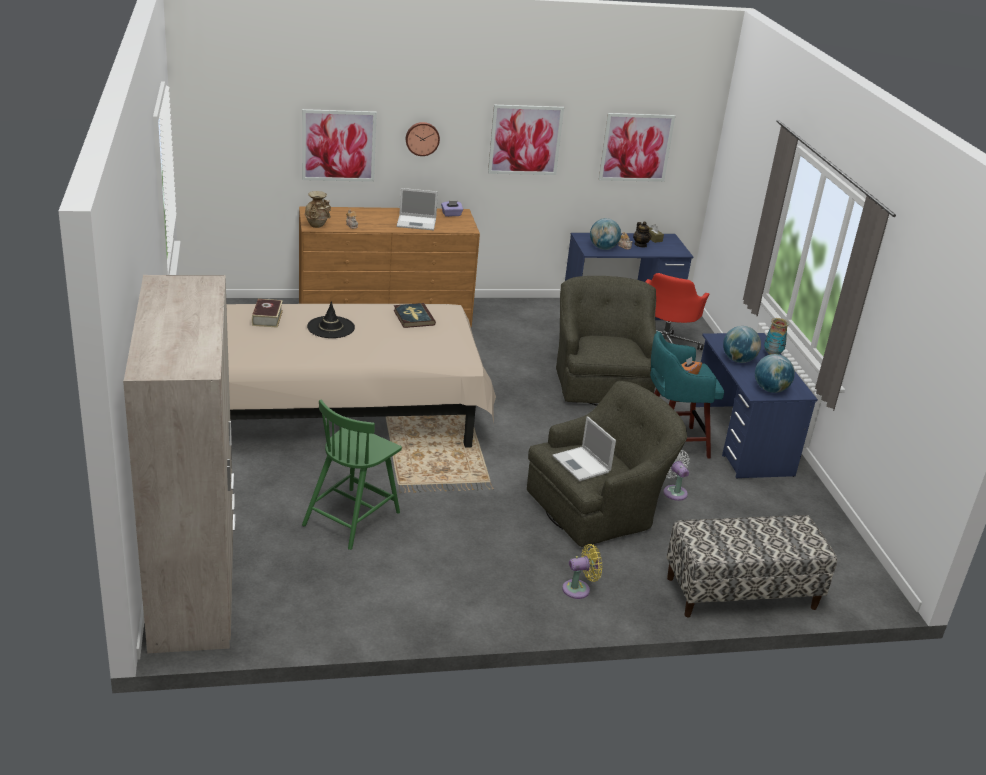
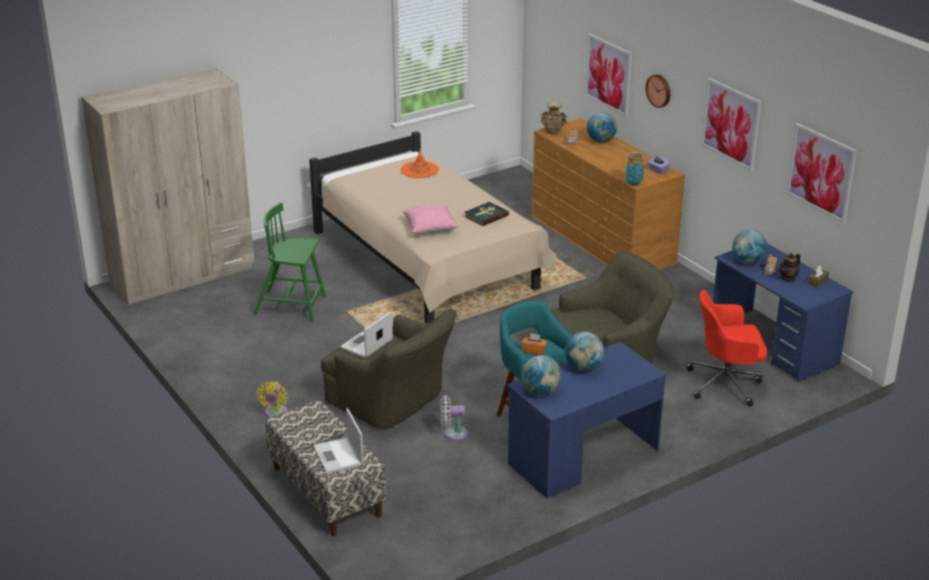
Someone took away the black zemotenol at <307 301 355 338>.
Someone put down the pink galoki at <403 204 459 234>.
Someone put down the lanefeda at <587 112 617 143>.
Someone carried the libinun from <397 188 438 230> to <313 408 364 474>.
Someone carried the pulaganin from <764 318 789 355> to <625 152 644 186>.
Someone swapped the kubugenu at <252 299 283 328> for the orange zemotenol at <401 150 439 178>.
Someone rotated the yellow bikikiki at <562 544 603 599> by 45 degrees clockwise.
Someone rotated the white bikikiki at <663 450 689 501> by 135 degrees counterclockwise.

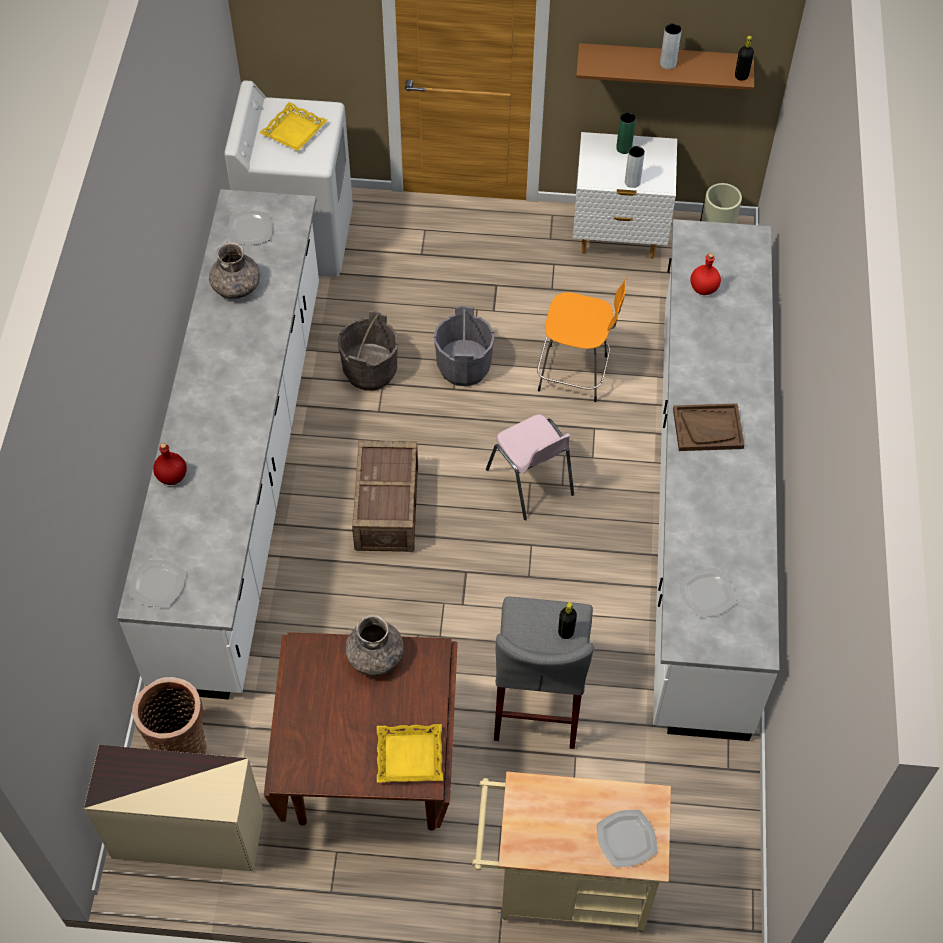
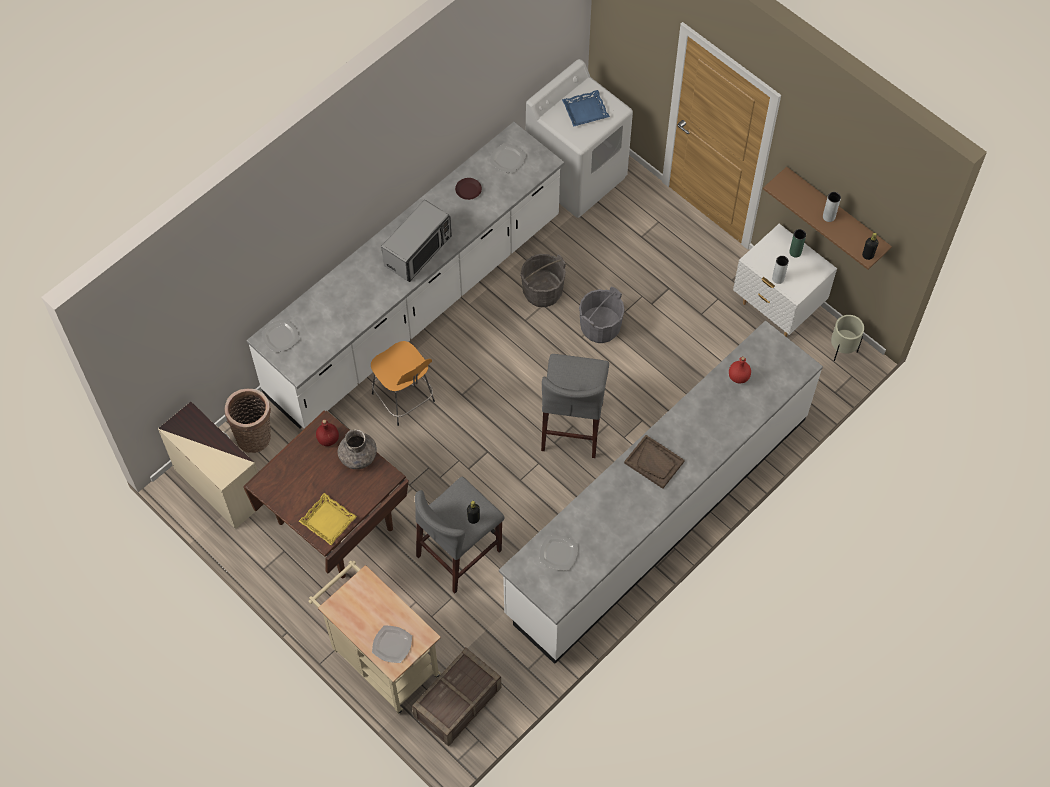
Someone put down the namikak at <381 200 452 282>.
Someone carried the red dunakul from <153 443 187 485> to <316 420 339 446>.
Someone carried the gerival from <352 440 418 552> to <412 648 502 747>.
Someone carried the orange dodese from <537 277 627 402> to <371 341 435 426>.
Someone swapped the grey pulaganin at <209 242 260 299> for the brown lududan at <455 178 482 200>.
Someone swapped the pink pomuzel at <486 414 574 520> for the grey dodese at <541 354 609 458>.
Someone repainted the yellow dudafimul at <259 102 327 151>, which became the blue dudafimul at <562 90 610 127>.

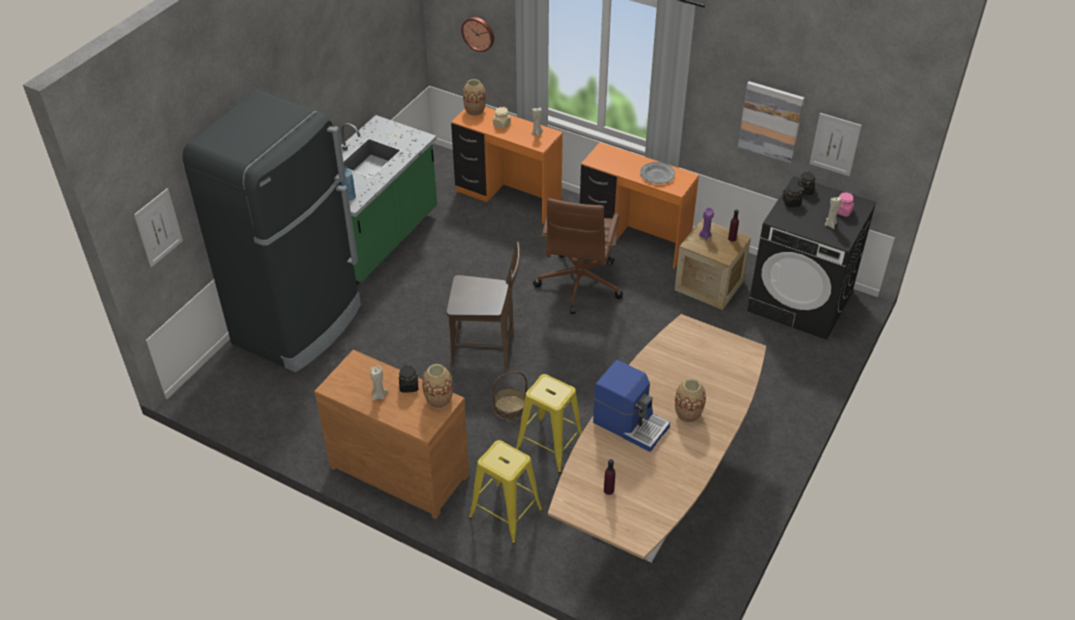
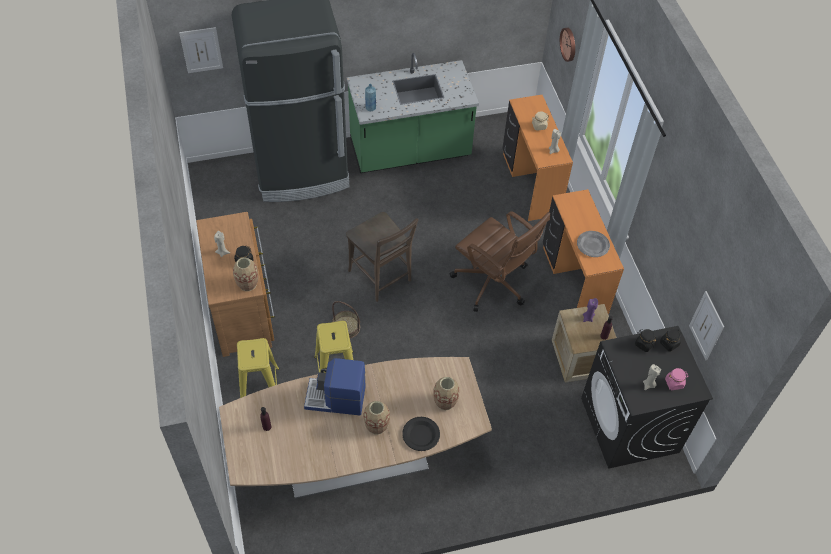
Someone took away the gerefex at <738 81 804 163>.
Someone put down the black lududan at <402 417 440 451>.
Someone carried the pulaganin from <463 79 486 116> to <433 377 459 410>.
Someone rotated the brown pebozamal at <533 198 623 314> by 105 degrees counterclockwise.
Someone rotated the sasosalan at <593 360 670 452> by 105 degrees clockwise.

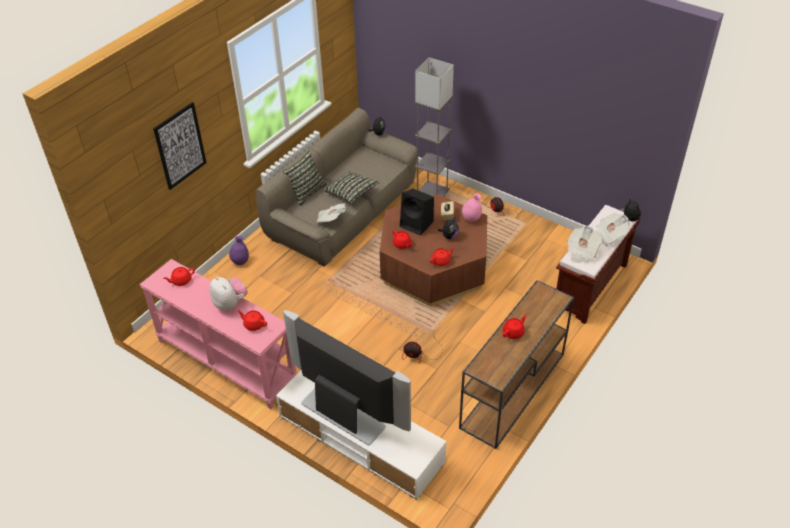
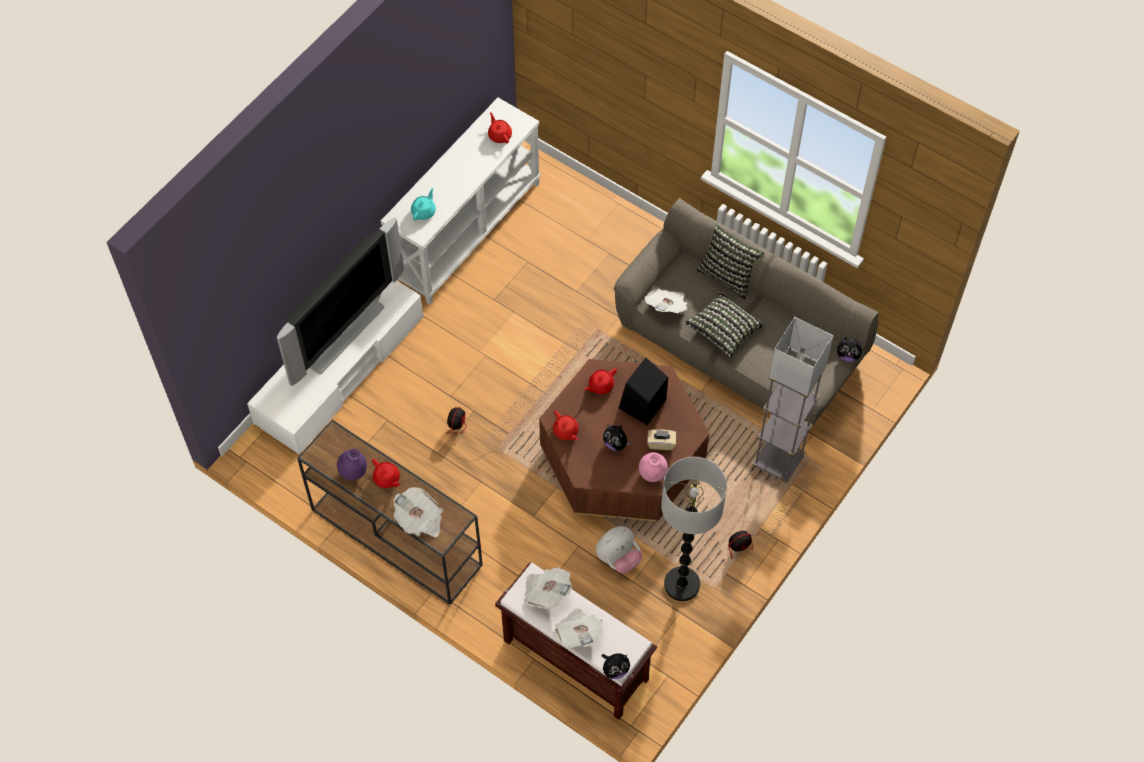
Someone took away the gerefex at <153 102 207 190>.
Someone put down the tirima at <394 487 443 537>.
Someone put down the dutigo at <661 457 727 601>.
Someone carried the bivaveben from <209 276 248 311> to <596 526 642 573>.
Someone carried the purple pulaganin from <229 236 249 265> to <337 448 367 481>.
Someone repainted the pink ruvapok at <140 259 298 409>, which became the white ruvapok at <380 98 541 304>.
Someone repainted the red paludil at <237 310 267 331>, which became the turquoise paludil at <411 188 436 221>.

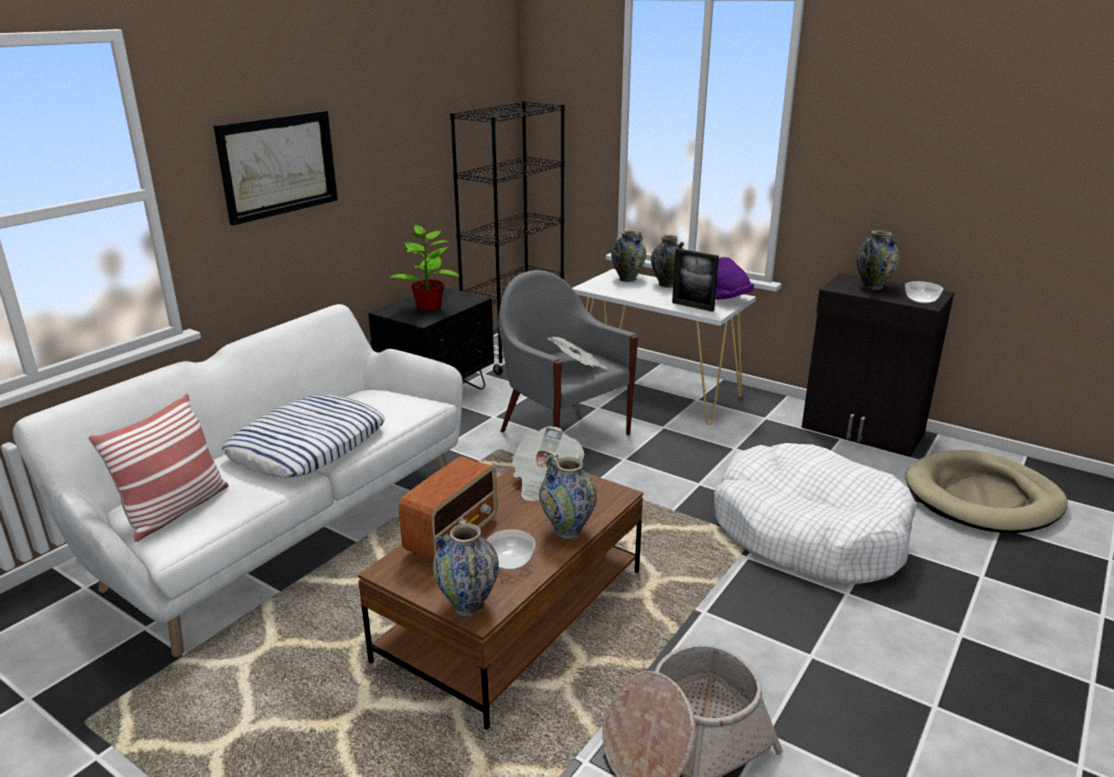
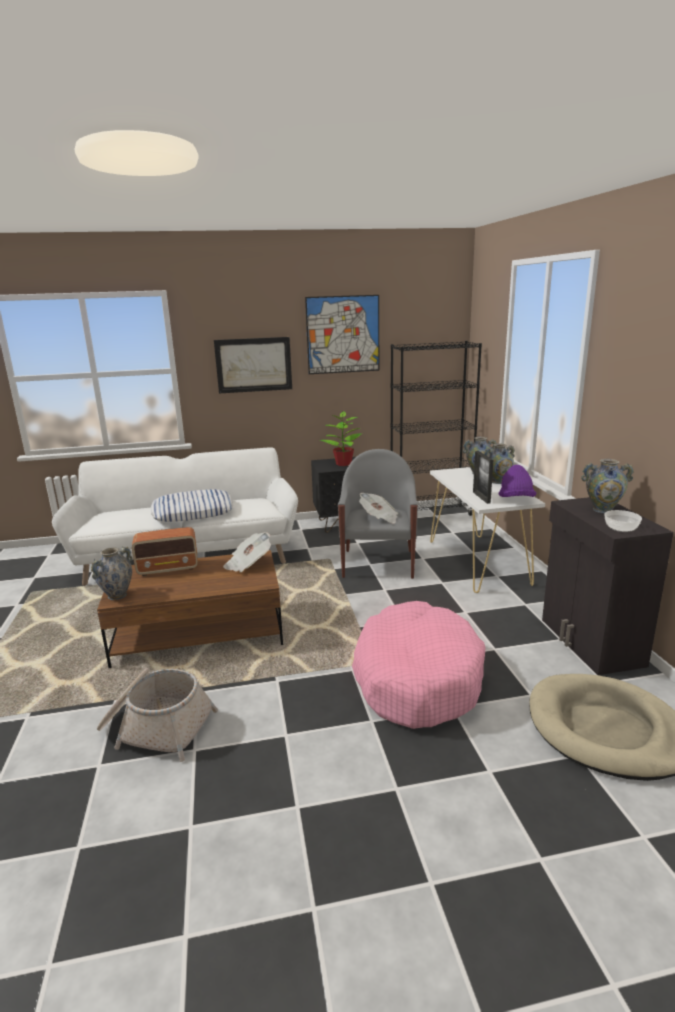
Someone took away the galoki at <88 394 229 542>.
Someone took away the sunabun at <487 530 535 570>.
Someone took away the pulaganin at <539 455 597 539>.
Someone put up the gerefex at <305 295 379 374>.
Someone repainted the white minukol at <714 443 917 586>, which became the pink minukol at <352 601 486 729>.

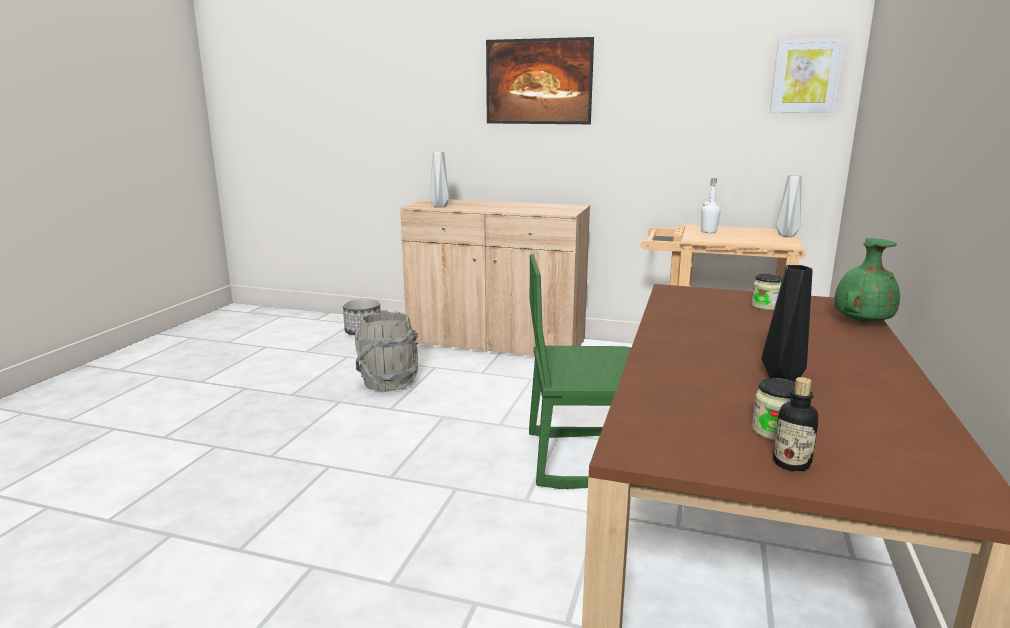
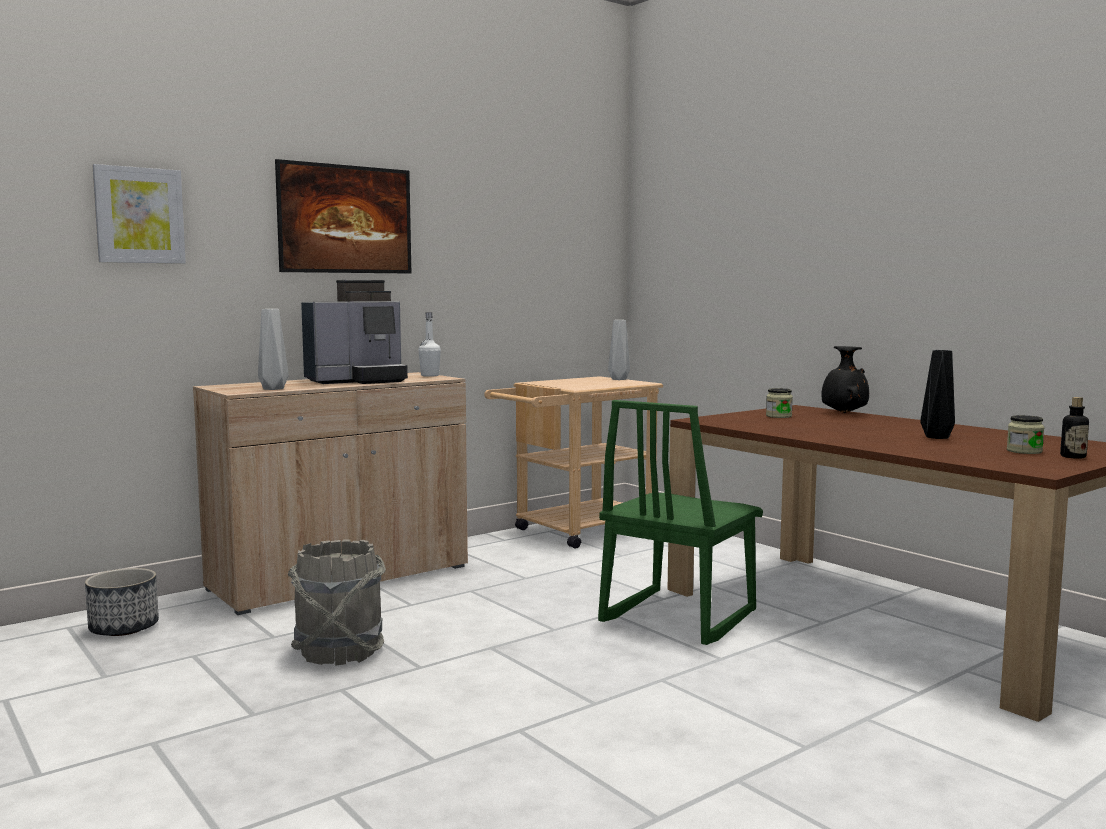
Someone put down the sasosalan at <301 280 408 384>.
Someone carried the white dunakul from <701 178 721 233> to <419 312 441 377>.
Someone carried the gerefex from <770 38 846 113> to <92 164 186 264>.
Someone repainted the green pulaganin at <834 238 900 323>, which became the black pulaganin at <822 346 869 413>.

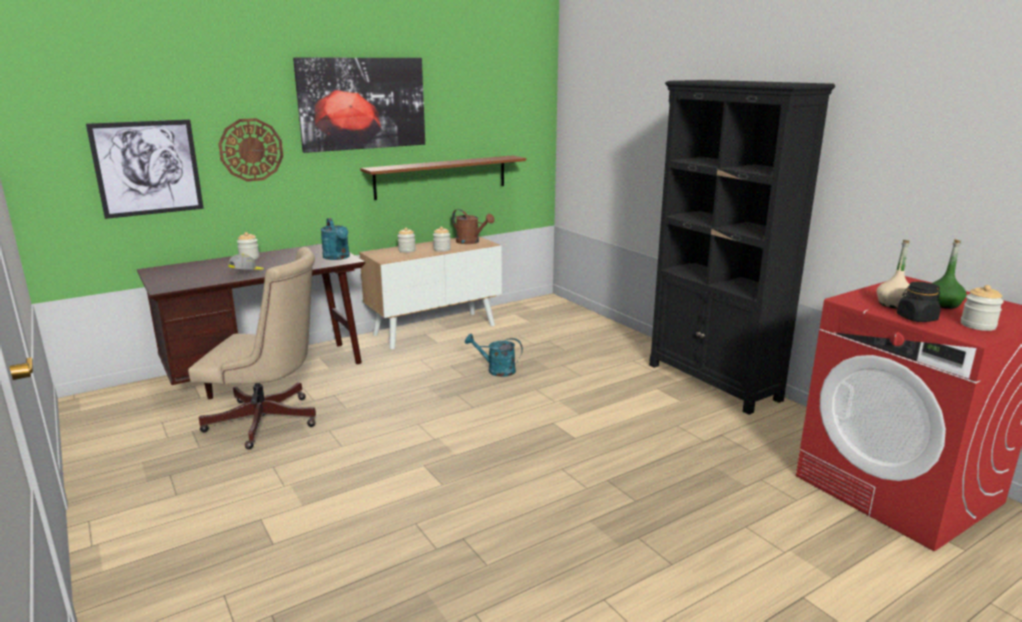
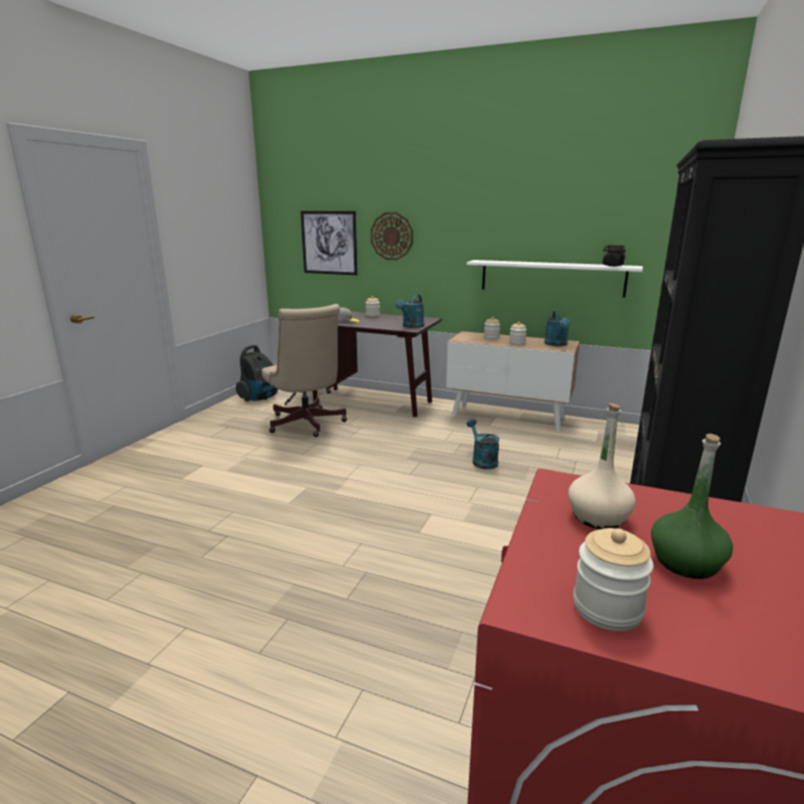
Someone took away the gerefex at <293 58 425 153>.
Someone put down the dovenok at <236 345 278 401>.
Someone carried the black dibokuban from <897 282 941 322> to <602 245 626 266>.
Someone repainted the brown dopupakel at <360 155 526 200>, which became the white dopupakel at <467 260 643 297>.
Someone repainted the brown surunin at <452 209 494 244>, which became the turquoise surunin at <544 311 570 346>.

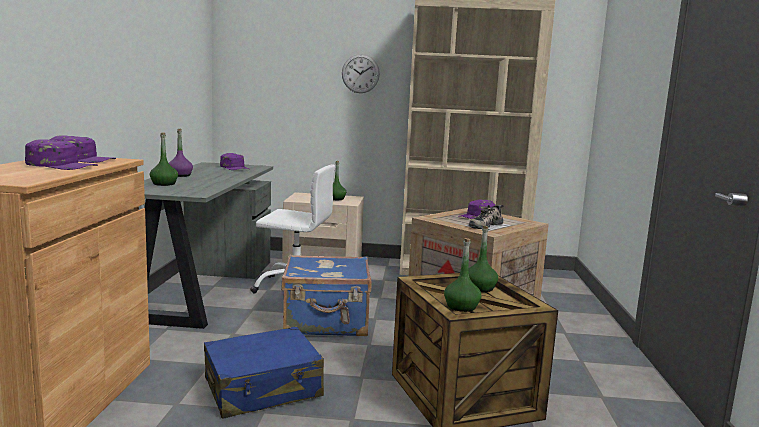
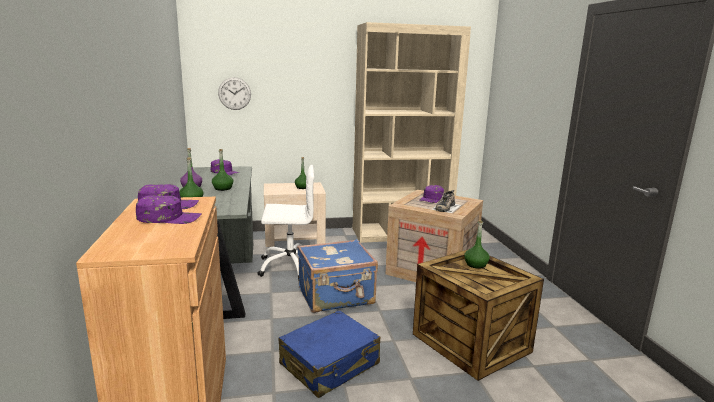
Someone carried the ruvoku from <342 54 380 93> to <218 77 251 110>.
Someone carried the green dunakul from <444 238 481 312> to <212 149 233 191>.

